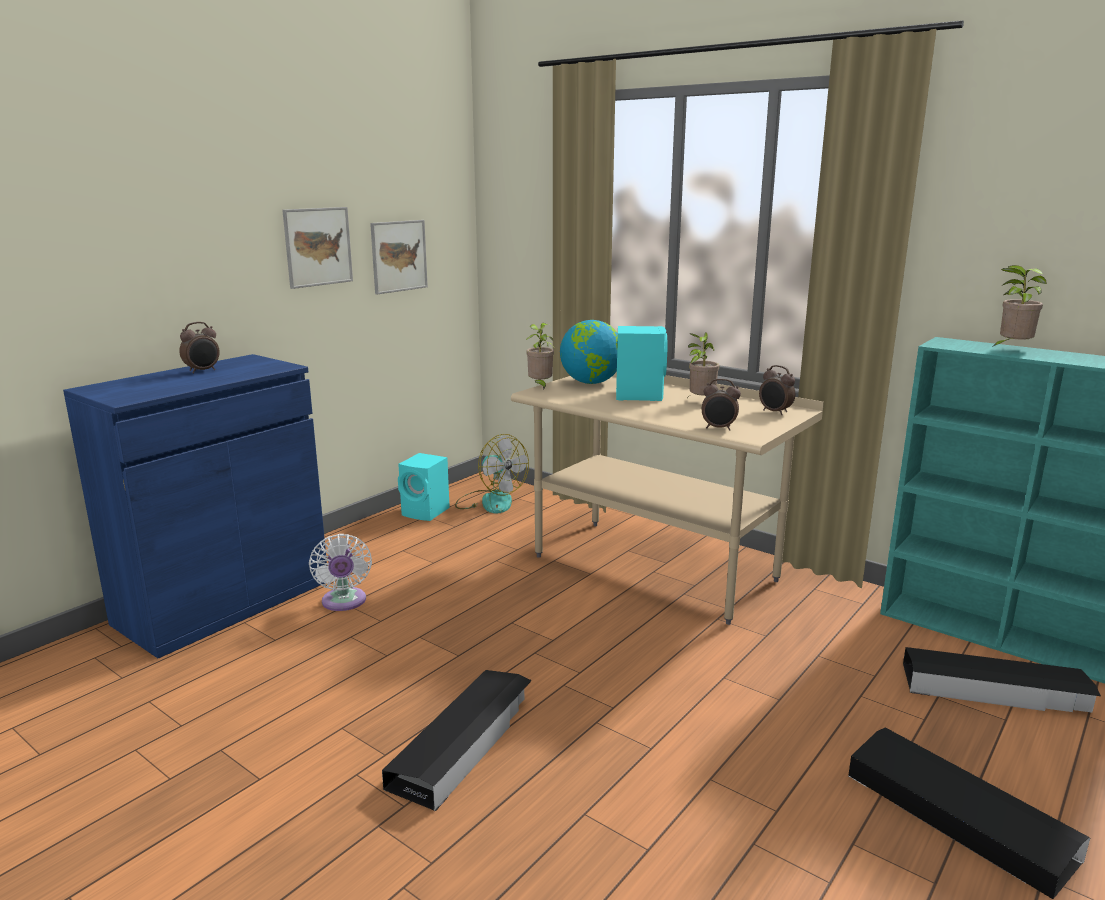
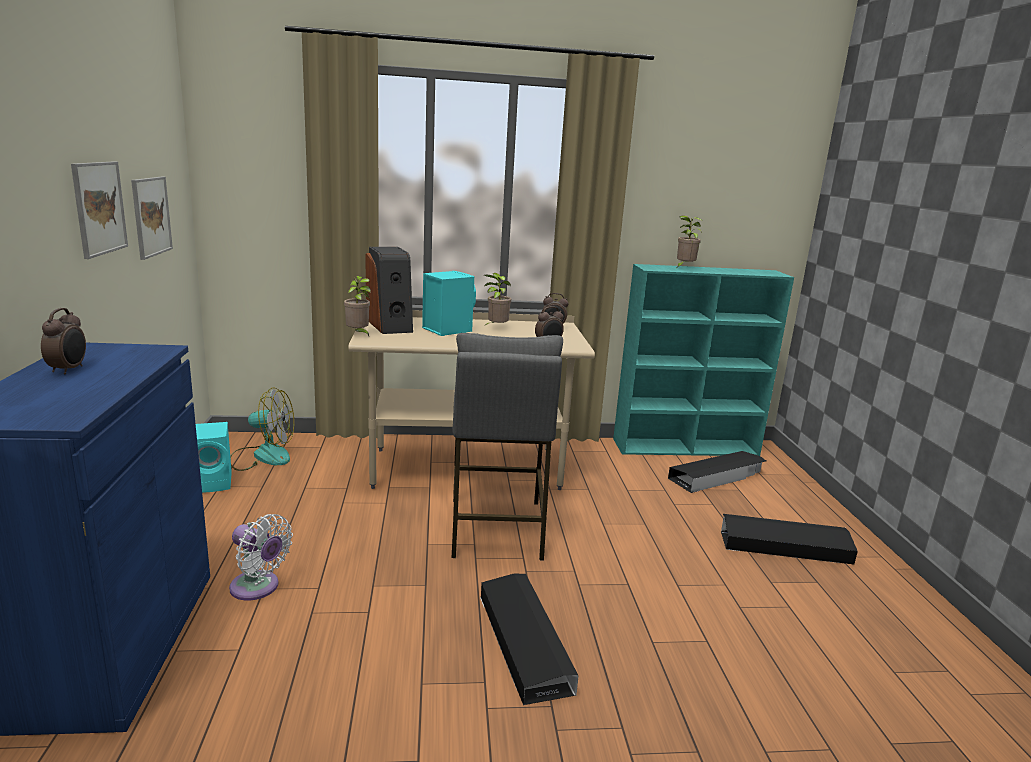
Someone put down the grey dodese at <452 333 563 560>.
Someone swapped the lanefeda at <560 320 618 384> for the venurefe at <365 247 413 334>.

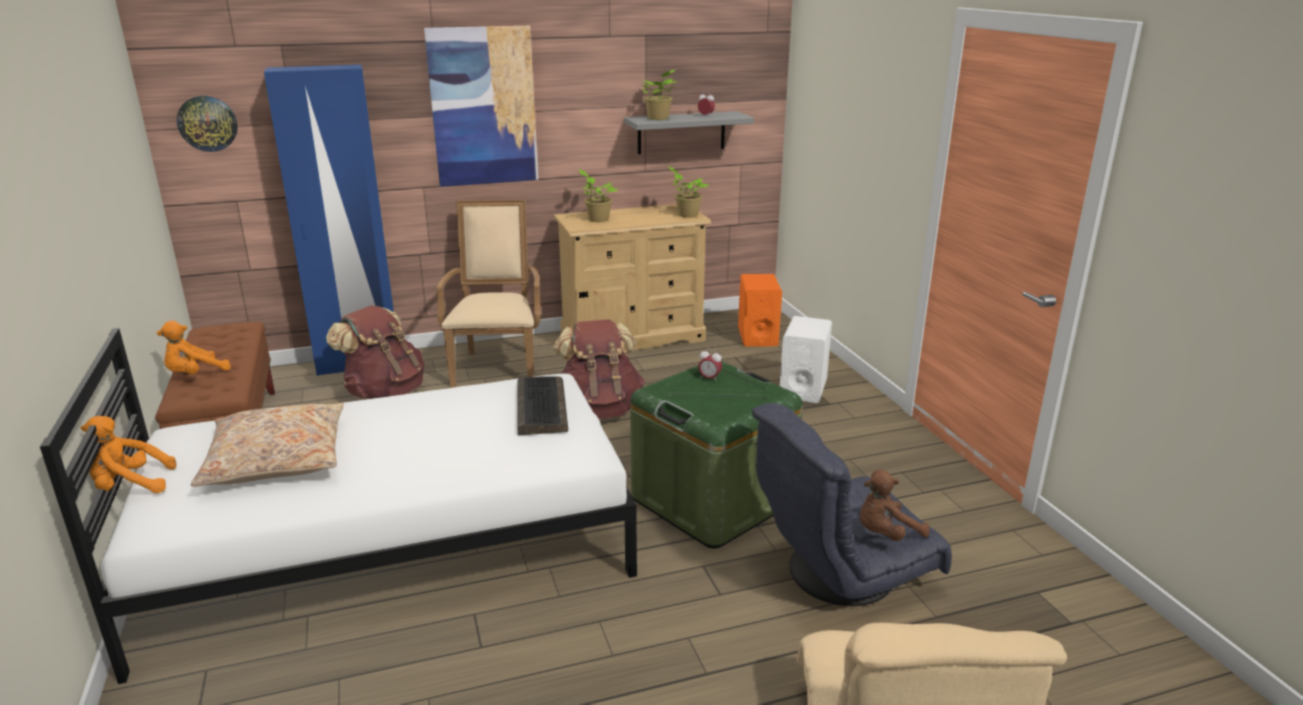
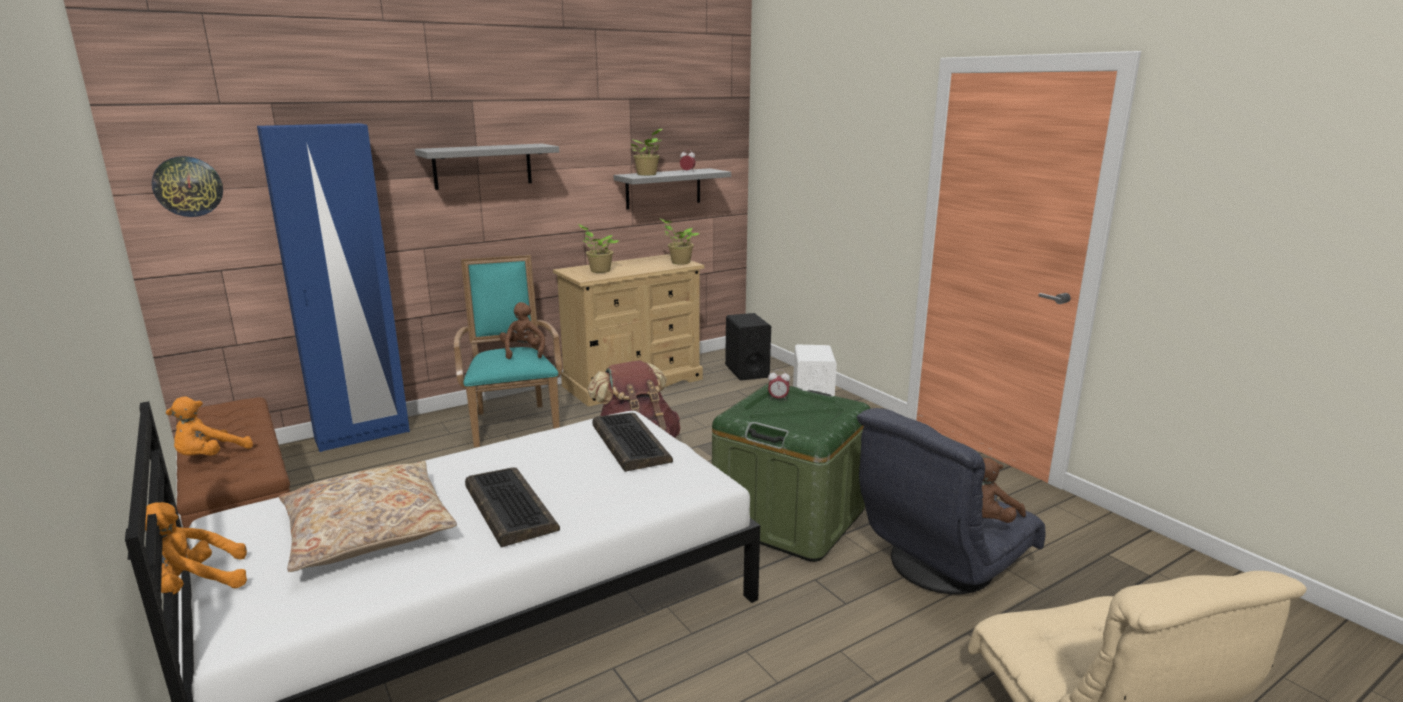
Someone took away the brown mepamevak at <326 305 424 399>.
Someone put down the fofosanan at <465 467 560 547>.
Someone put down the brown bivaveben at <499 302 545 359>.
Someone swapped the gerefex at <424 26 538 187> for the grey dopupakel at <415 144 559 190>.
Someone repainted the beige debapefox at <437 200 541 388>, which became the turquoise debapefox at <454 255 562 448>.
Someone repainted the orange venurefe at <738 274 782 347>, which became the black venurefe at <725 313 771 380>.

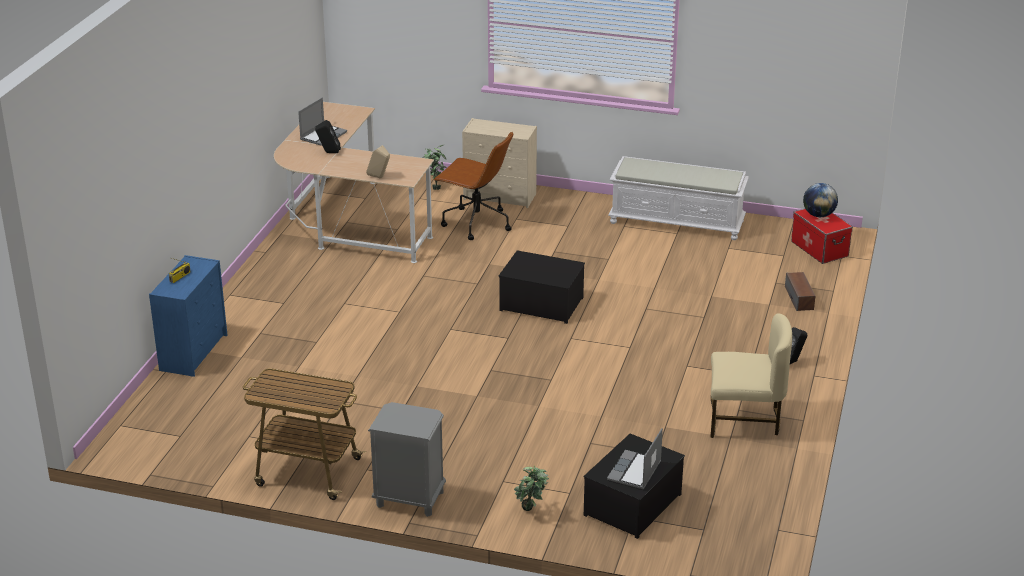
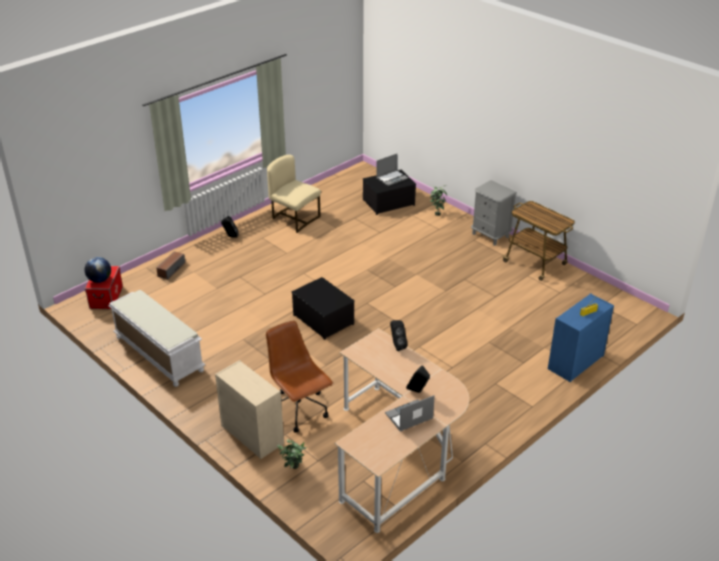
Someone repainted the beige venurefe at <366 145 390 178>, which became the black venurefe at <390 320 408 351>.

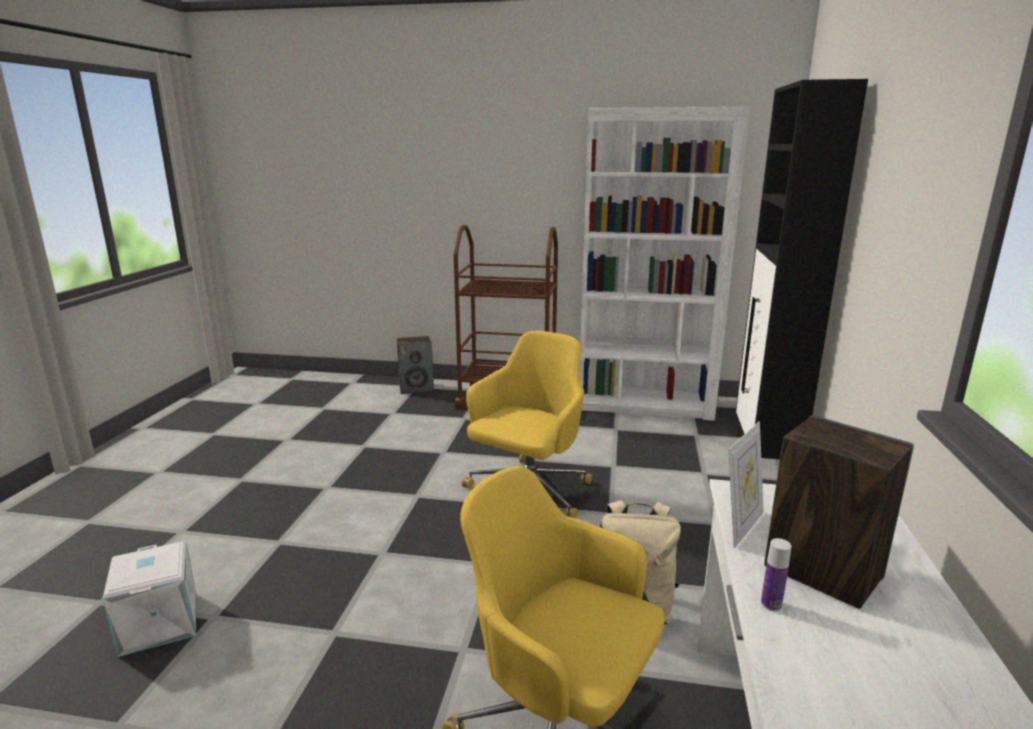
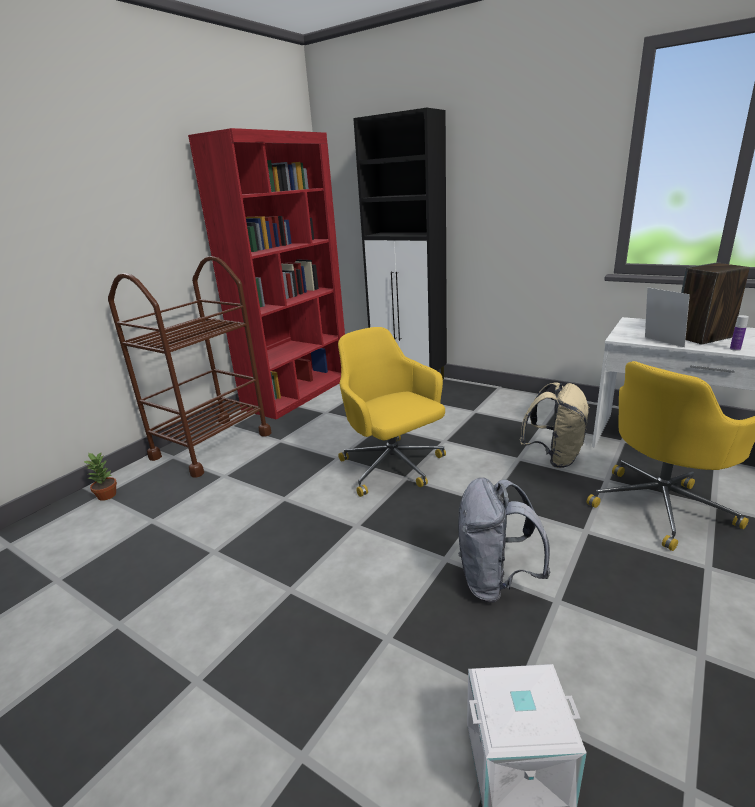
Someone put down the grey mepamevak at <458 477 550 603>.
Someone swapped the venurefe at <397 336 434 394> for the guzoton at <83 452 117 501>.
Someone repainted the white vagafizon at <580 107 750 421>, which became the red vagafizon at <188 128 345 420>.

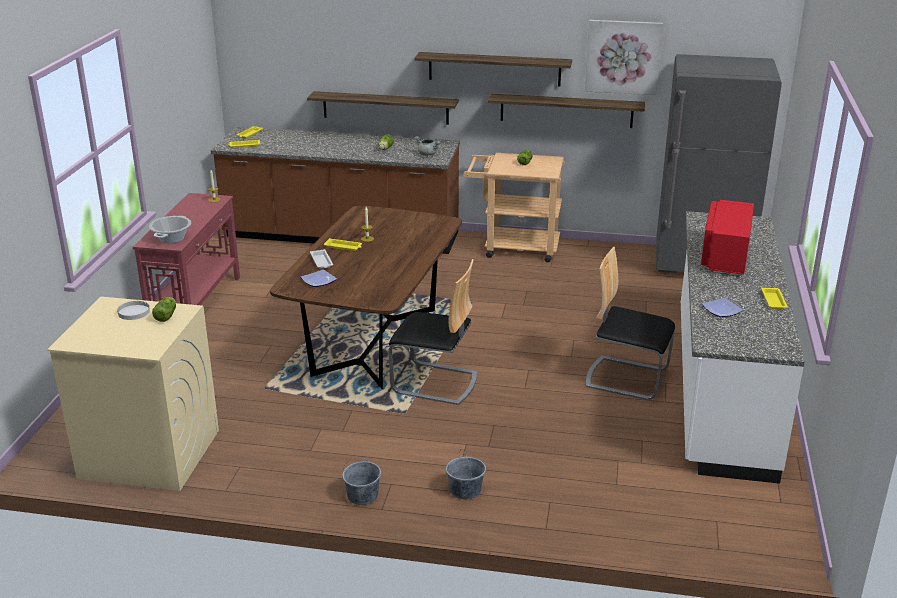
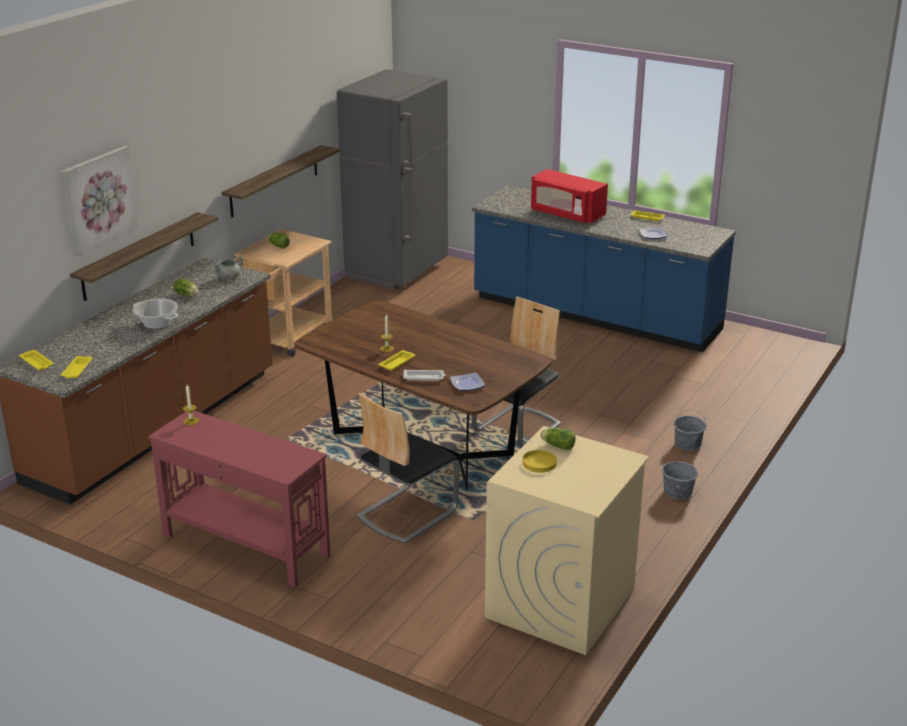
Someone took away the dopupakel at <414 52 572 86>.
Someone carried the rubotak from <149 216 191 243> to <133 298 179 329>.
Someone carried the gerefex from <585 20 663 95> to <61 146 139 256>.
Someone carried the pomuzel from <586 247 675 400> to <357 393 459 544>.
Someone repainted the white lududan at <117 301 150 320>, which became the yellow lududan at <523 450 557 473>.
Someone repainted the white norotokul at <681 211 805 484>, which became the blue norotokul at <472 185 736 352>.

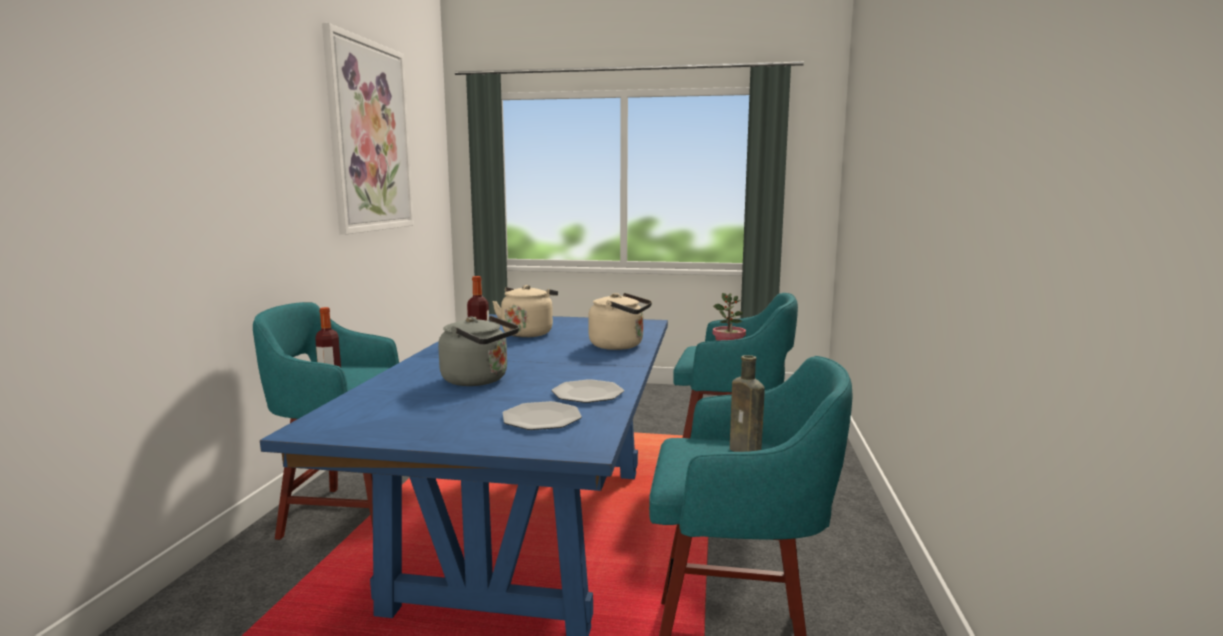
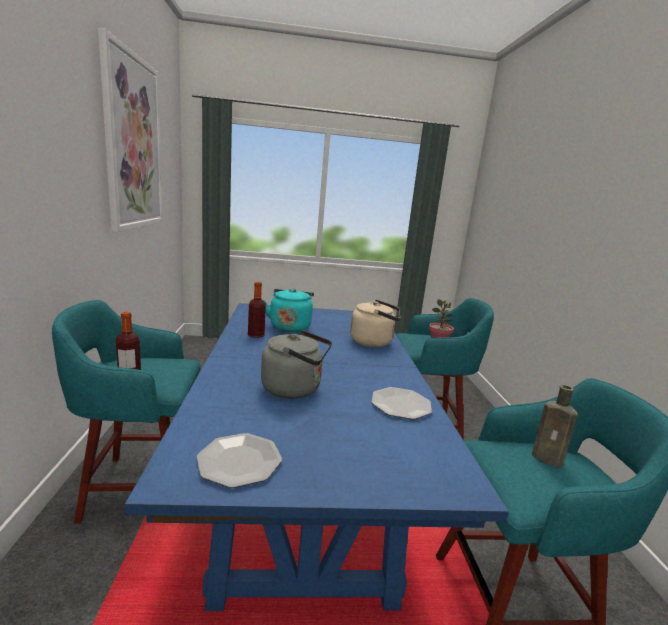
Someone carried the lududan from <503 401 582 430> to <196 433 282 488>.
Someone repainted the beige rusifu at <492 285 558 337>, which became the turquoise rusifu at <264 288 314 332>.

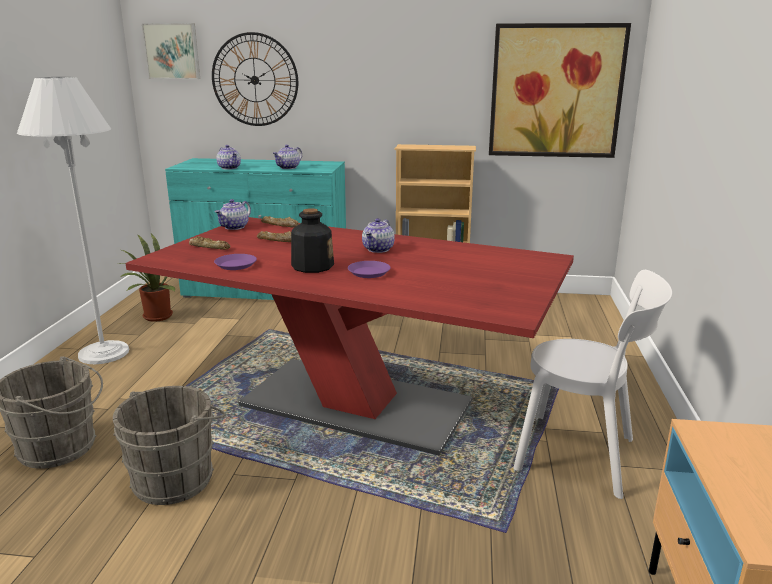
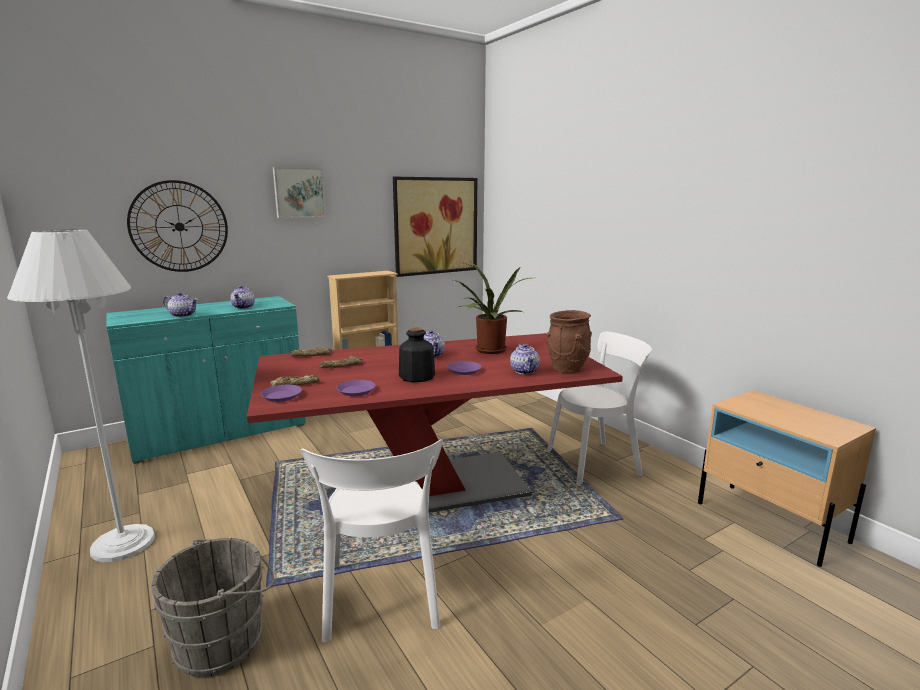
Someone put down the purple lududan at <261 385 302 402>.
Someone put down the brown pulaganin at <547 310 592 373>.
Someone carried the guzoton from <119 234 175 322> to <454 261 532 354>.
Someone carried the gerefex from <142 23 200 79> to <273 167 326 218>.
Someone carried the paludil from <215 199 251 230> to <510 344 540 374>.
Someone swapped the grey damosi at <113 386 225 505> for the white pomuzel at <301 439 443 643>.

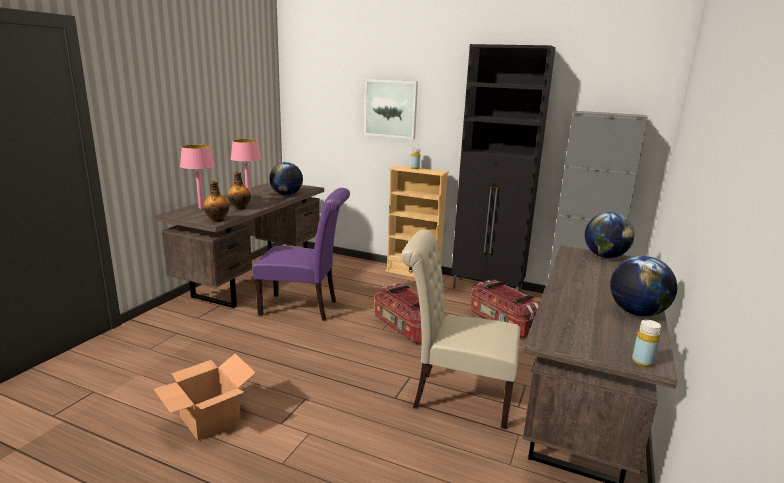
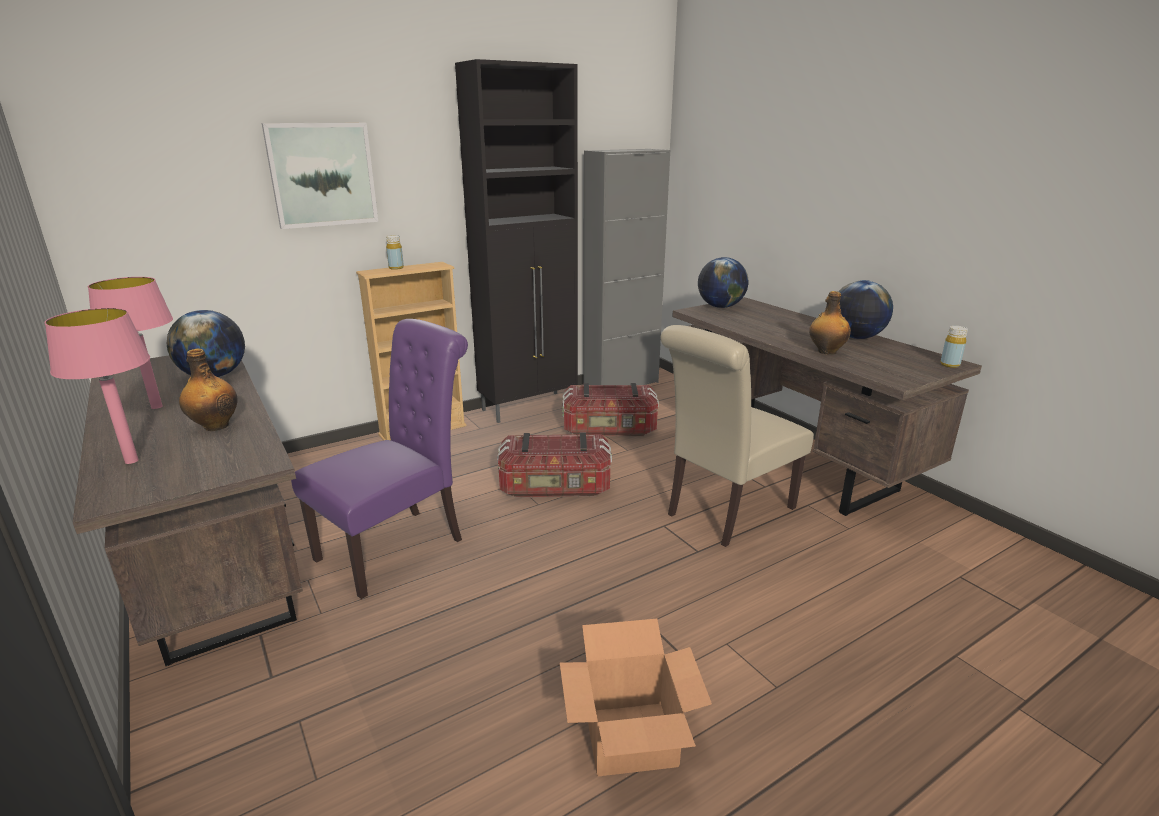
Someone carried the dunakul from <203 181 229 222> to <809 291 851 355>.

